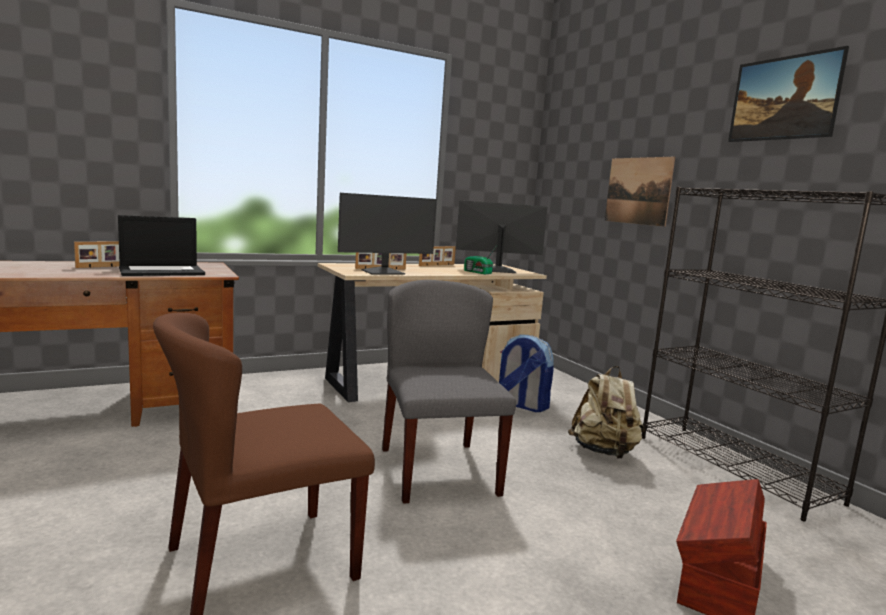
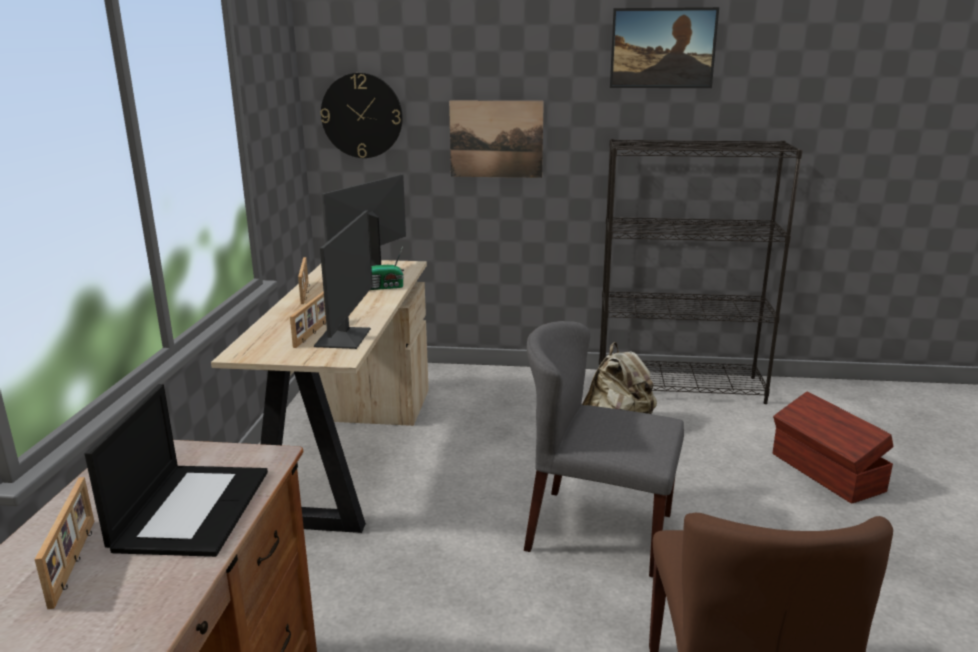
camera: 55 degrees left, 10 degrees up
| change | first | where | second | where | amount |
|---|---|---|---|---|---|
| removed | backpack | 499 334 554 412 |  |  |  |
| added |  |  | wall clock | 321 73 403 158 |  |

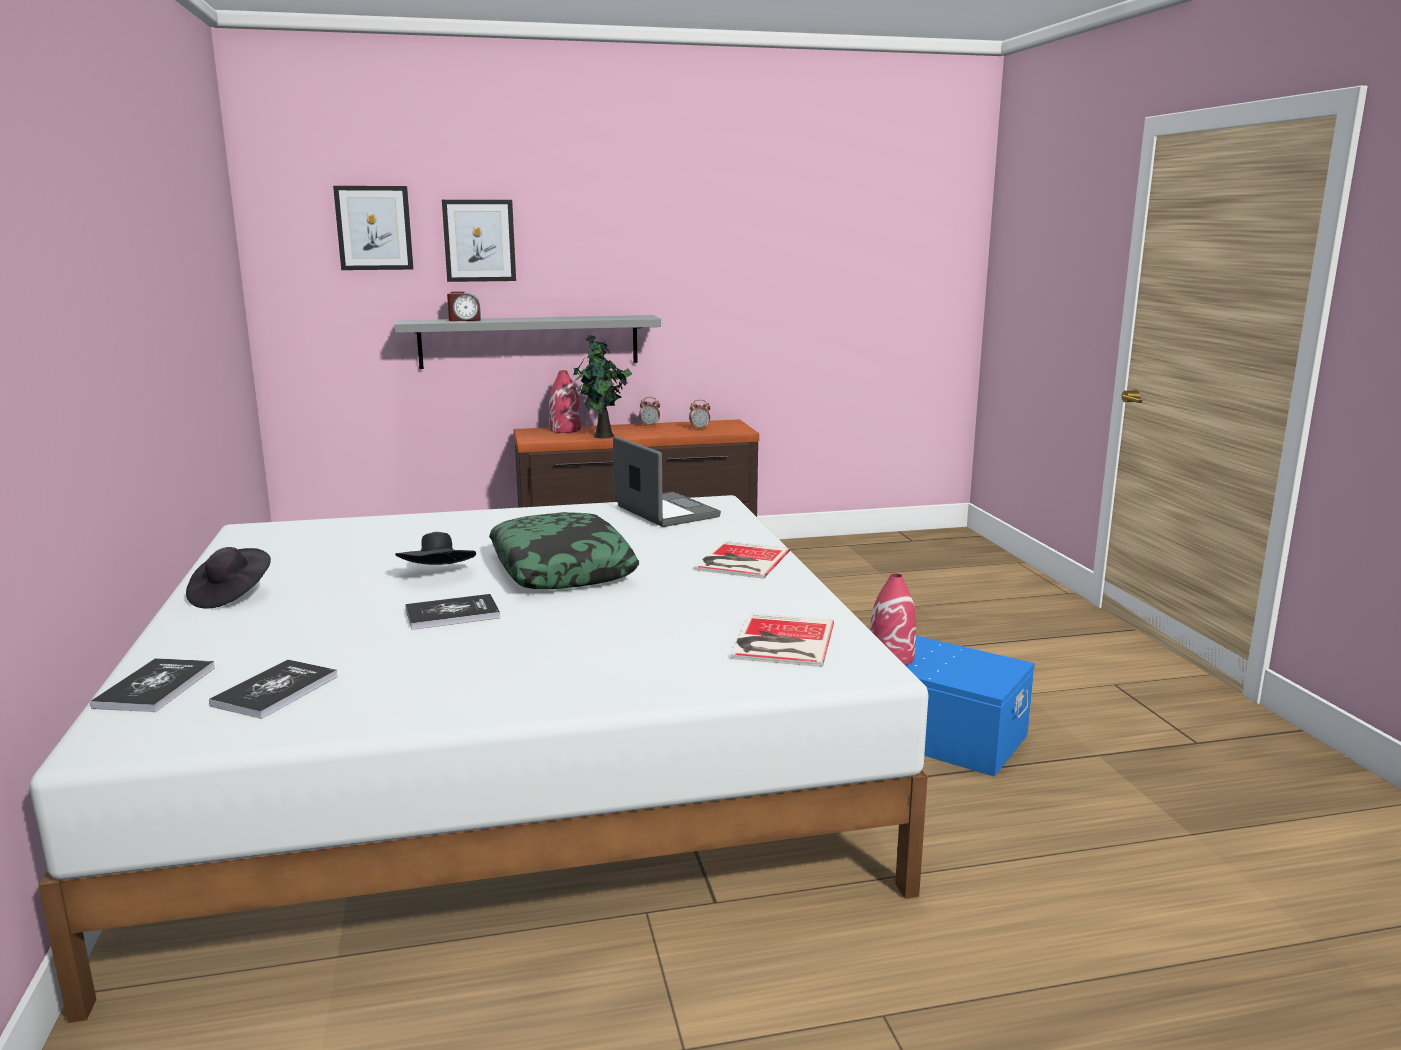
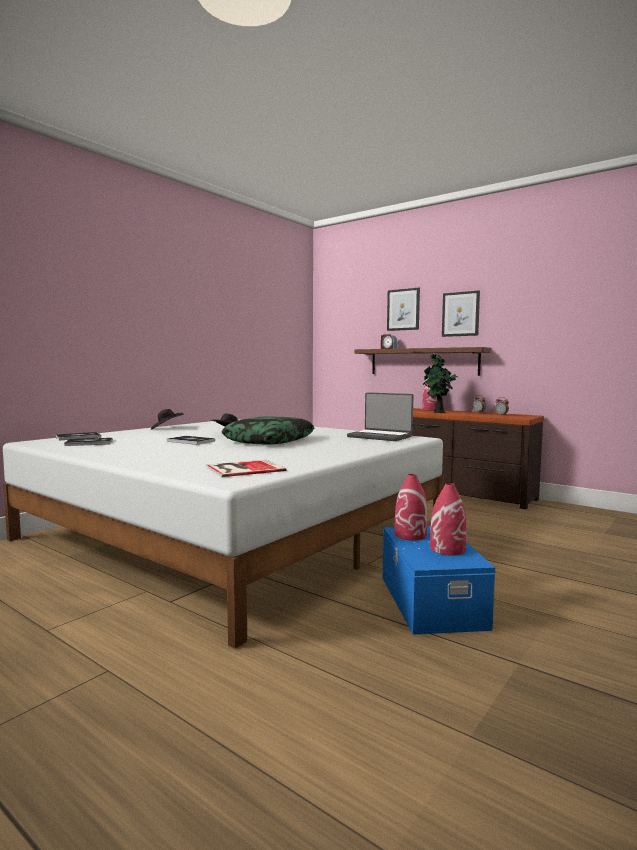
camera: 50 degrees right, 10 degrees down
| change | first | where | second | where | amount |
|---|---|---|---|---|---|
| removed | book | 694 541 790 579 |  |  |  |
| added |  |  | red vase | 430 483 466 555 |  |
| moved | picture | 333 186 413 270 |  | 442 290 480 337 |  |
| recoloured | grey shelf | 394 315 661 369 | brown shelf | 355 347 491 376 |  |
| turned | laptop | 613 436 721 527 |  | 347 392 414 441 | 105 degrees clockwise |

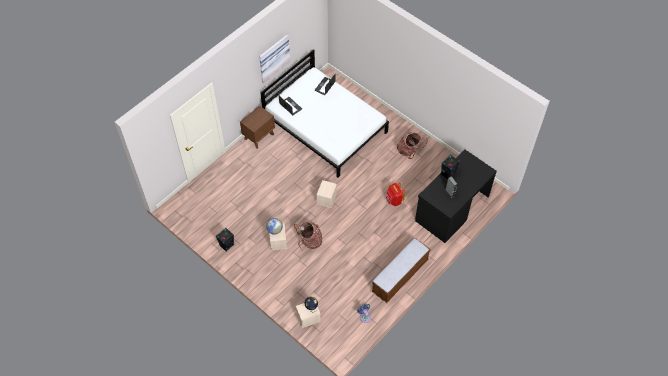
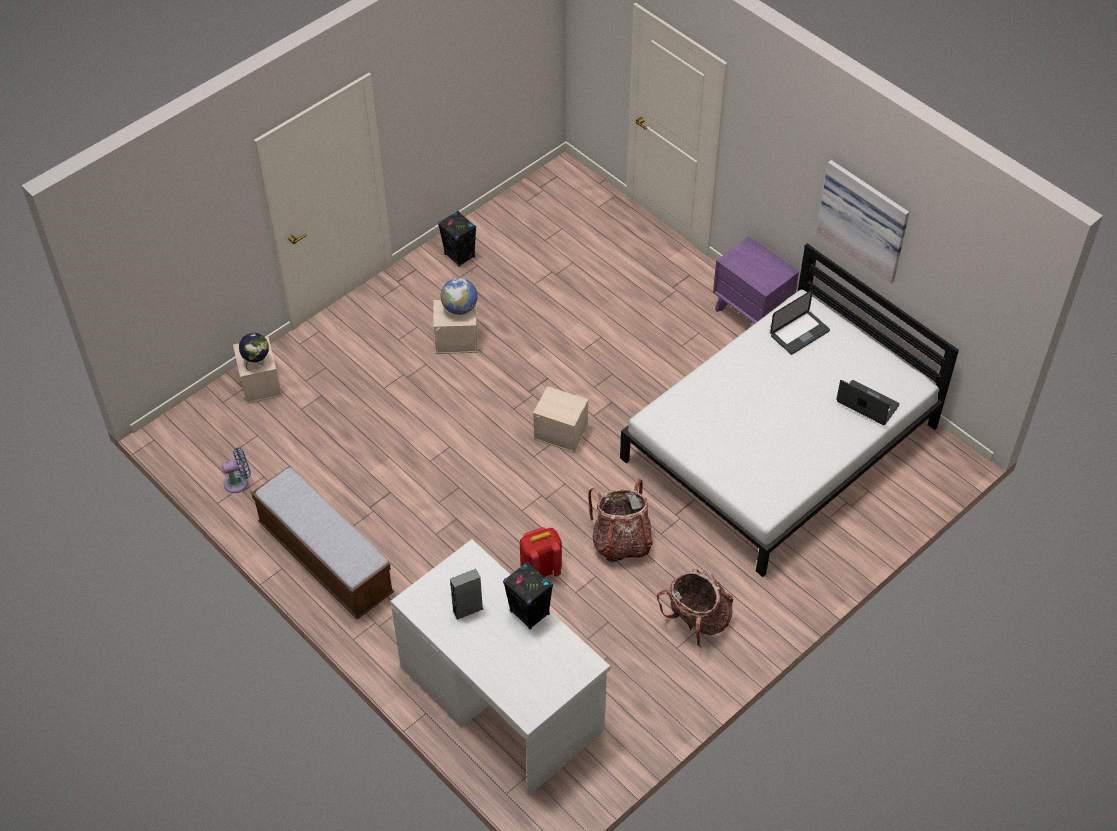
camera: 95 degrees right, 5 degrees down
| change | first | where | second | where | amount |
|---|---|---|---|---|---|
| moved | backpack | 294 222 322 251 |  | 588 479 653 563 |  |
| recoloured | brown nightstand | 240 105 275 149 | purple nightstand | 713 236 799 324 |  |
| recoloured | black desk | 415 149 497 243 | white desk | 390 539 610 795 |  |

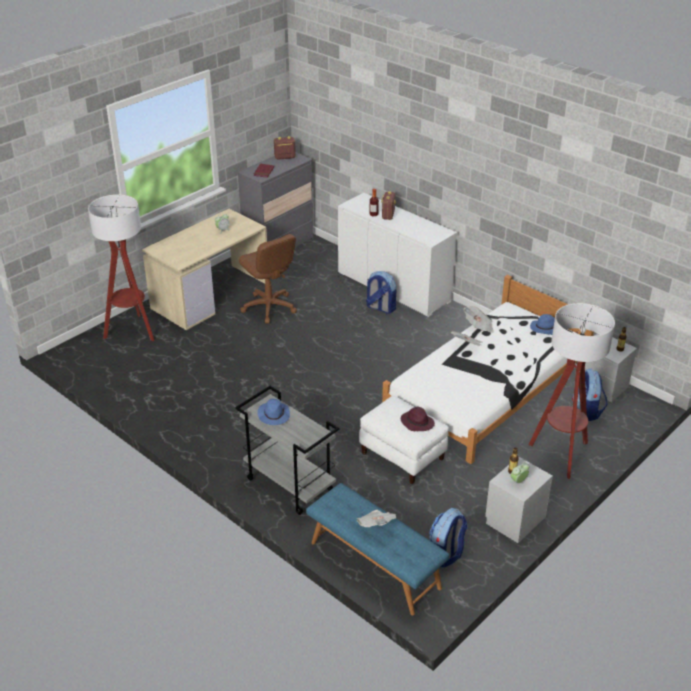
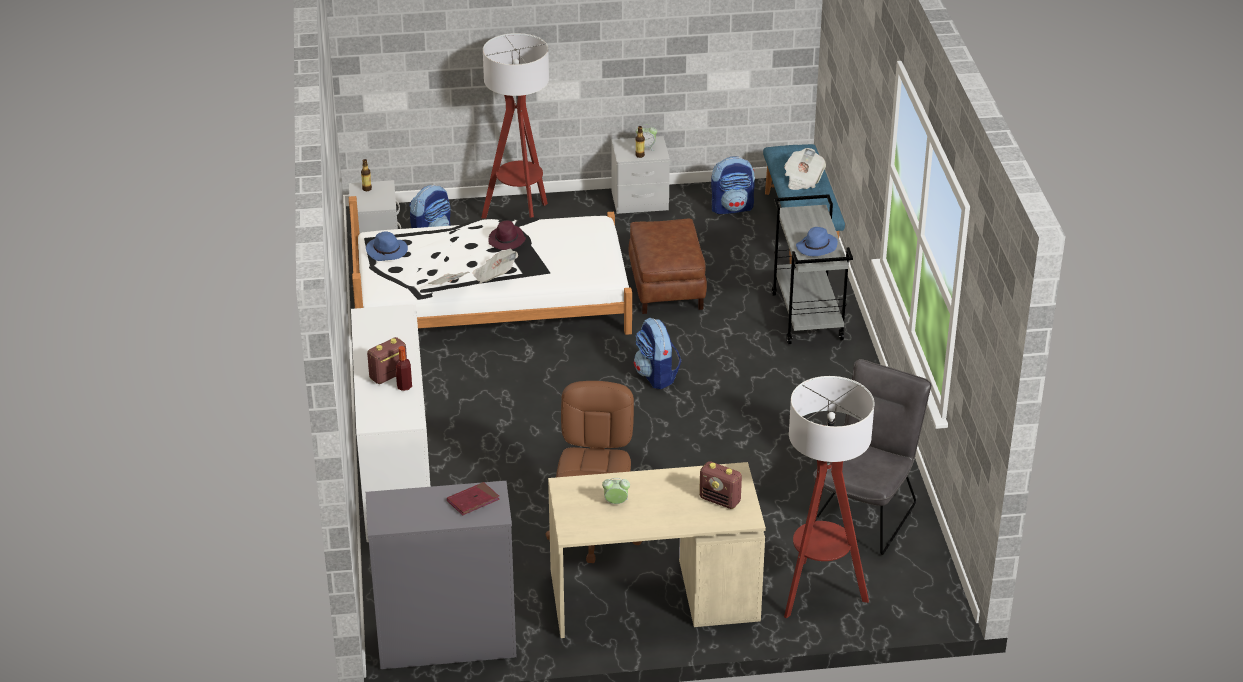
camera: 140 degrees left, 0 degrees up
| change | first | where | second | where | amount |
|---|---|---|---|---|---|
| added |  |  | grey chair | 813 359 932 555 |  |
| moved | radio | 274 136 296 160 |  | 699 461 742 509 |  |
| moved | backpack | 366 271 396 314 |  | 634 317 681 389 |  |
| moved | purple hat | 401 407 435 431 |  | 489 220 526 250 |  |
| recoloured | white ottoman | 359 396 449 484 | brown ottoman | 629 219 707 314 |  |

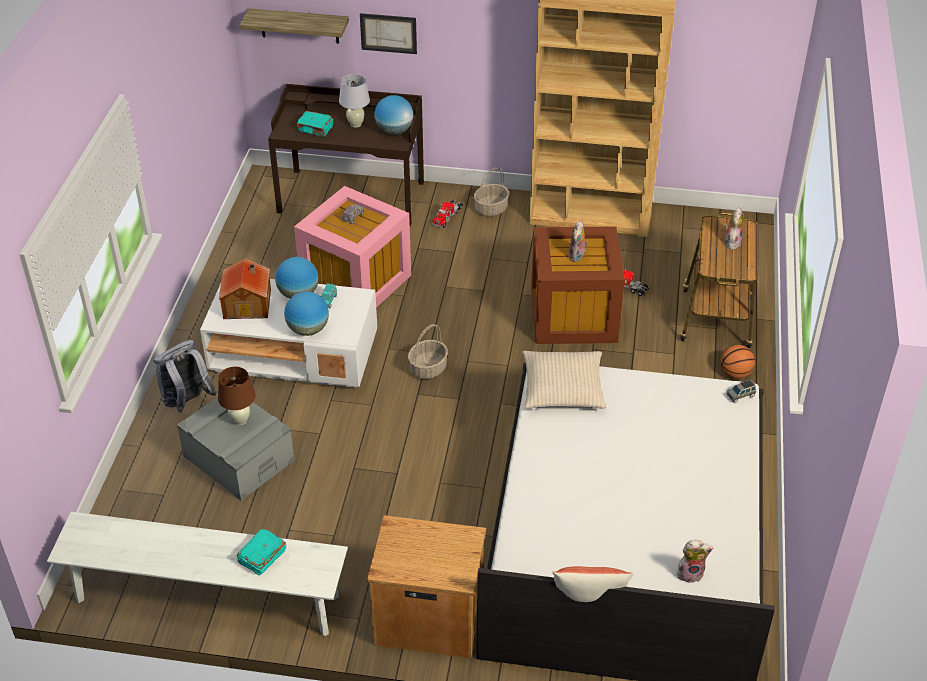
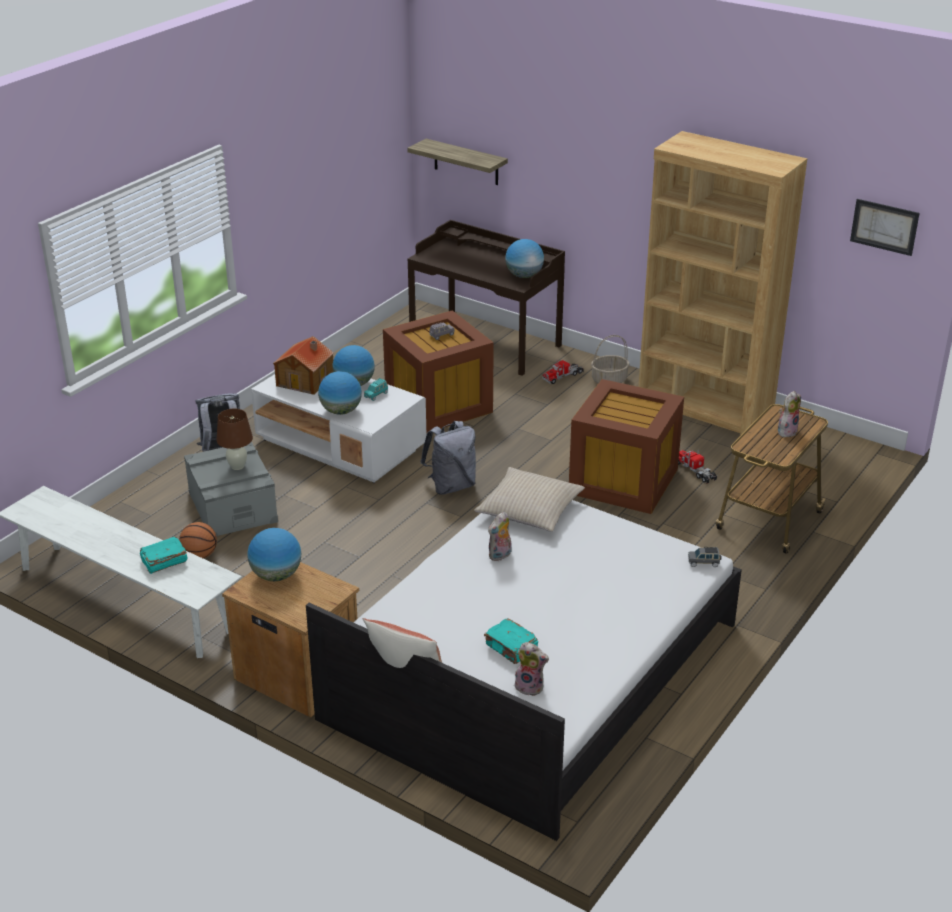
camera: 25 degrees right, 10 degrees down
| change | first | where | second | where | amount |
|---|---|---|---|---|---|
| removed | white table lamp | 339 74 370 128 |  |  |  |
| added |  |  | globe | 247 528 301 581 |  |
| moved | turquoise book | 296 111 333 137 |  | 484 618 538 664 |  |
| moved | picture | 360 13 417 54 |  | 850 199 920 256 |  |
| moved | plush toy | 568 221 588 262 |  | 488 512 512 561 |  |
| moved | basketball | 720 345 755 379 |  | 179 522 217 558 |  |
| replaced | basket | 408 324 448 379 | grey backpack | 420 421 476 495 |  |
| recoloured | pink storage box | 294 186 411 307 | brown storage box | 383 310 494 433 |  |

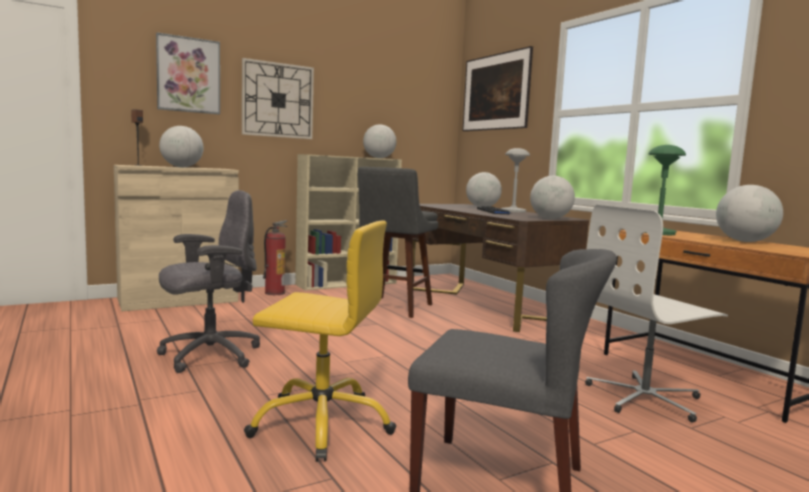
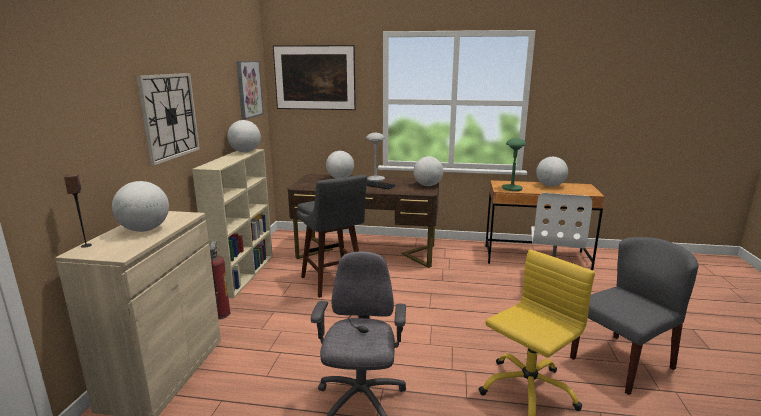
camera: 50 degrees left, 10 degrees up
| change | first | where | second | where | amount |
|---|---|---|---|---|---|
| moved | picture | 156 32 220 115 |  | 236 61 263 120 |  |

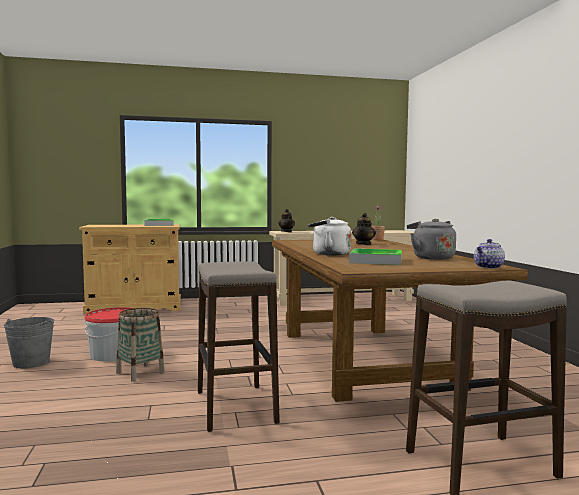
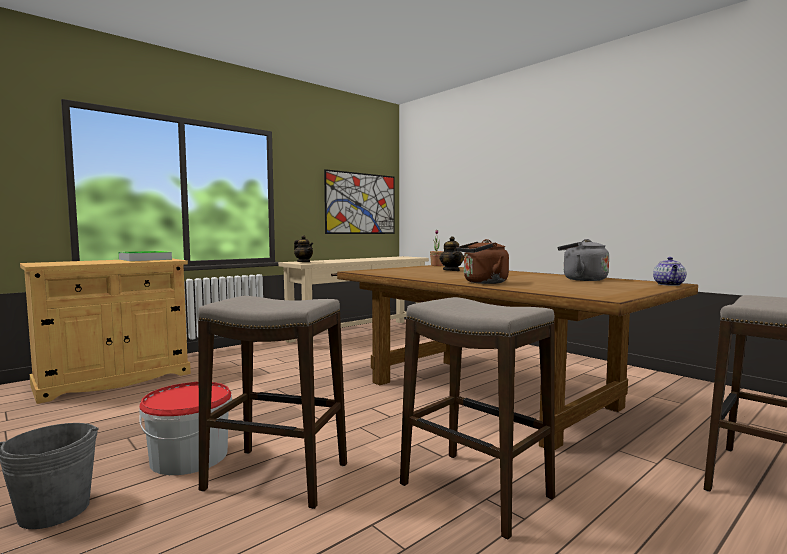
camera: 30 degrees left, 0 degrees up
| change | first | where | second | where | amount |
|---|---|---|---|---|---|
| removed | tray | 349 248 402 265 |  |  |  |
| added |  |  | picture | 324 169 394 234 |  |
| replaced | basket | 116 308 165 382 | stool | 198 296 347 509 |  |
| recoloured | white kettle | 308 217 351 255 | brown kettle | 456 239 509 284 |  |

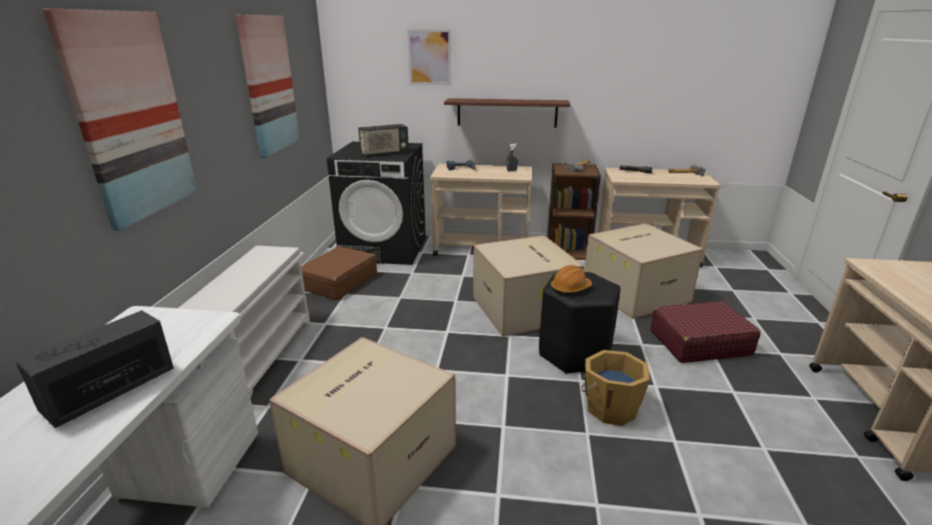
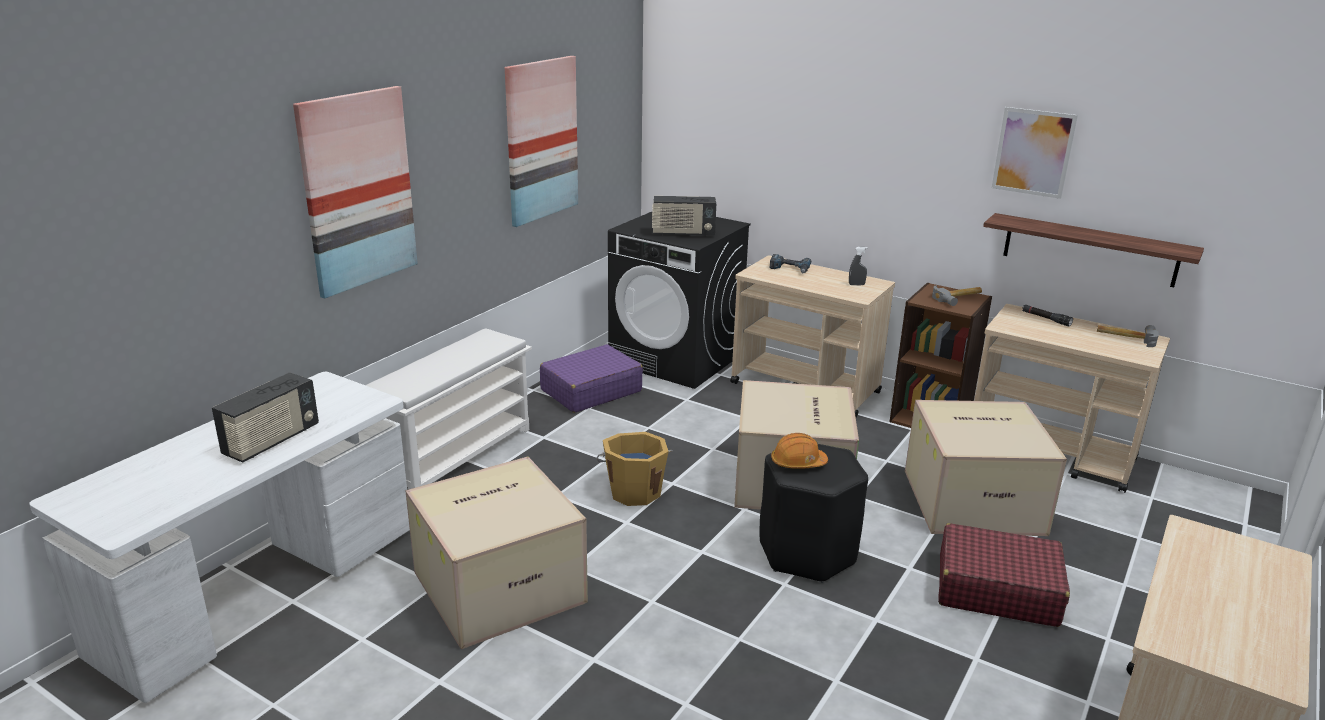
camera: 25 degrees right, 0 degrees up
| change | first | where | second | where | amount |
|---|---|---|---|---|---|
| moved | picture | 407 29 452 85 |  | 992 107 1078 199 |  |
| moved | shelf | 444 98 570 128 |  | 983 213 1204 287 |  |
| moved | orange bucket | 581 350 649 426 |  | 596 432 673 506 |  |
| recoloured | brown suitcase | 301 246 377 300 | purple suitcase | 540 344 643 413 |  |
| turned | radio | 16 310 174 428 |  | 212 373 319 463 | 150 degrees clockwise |

